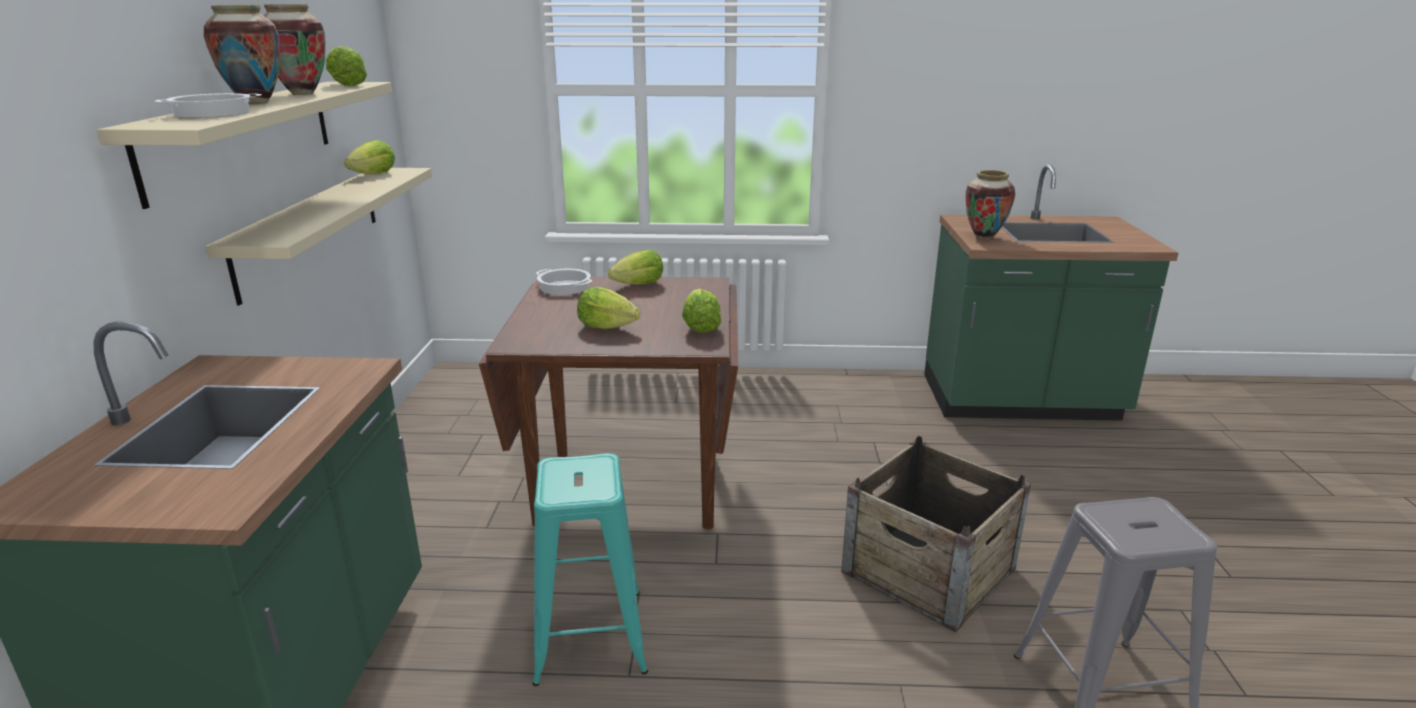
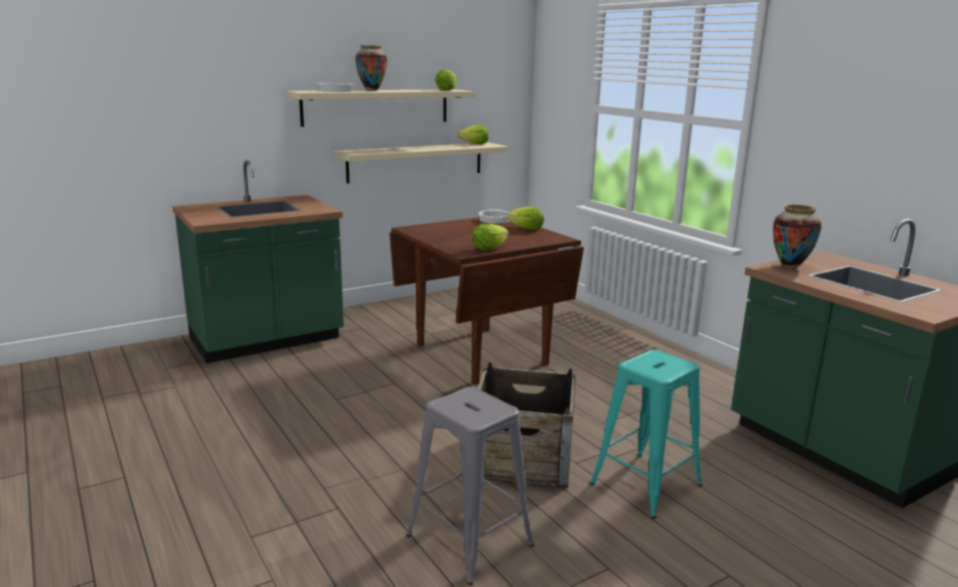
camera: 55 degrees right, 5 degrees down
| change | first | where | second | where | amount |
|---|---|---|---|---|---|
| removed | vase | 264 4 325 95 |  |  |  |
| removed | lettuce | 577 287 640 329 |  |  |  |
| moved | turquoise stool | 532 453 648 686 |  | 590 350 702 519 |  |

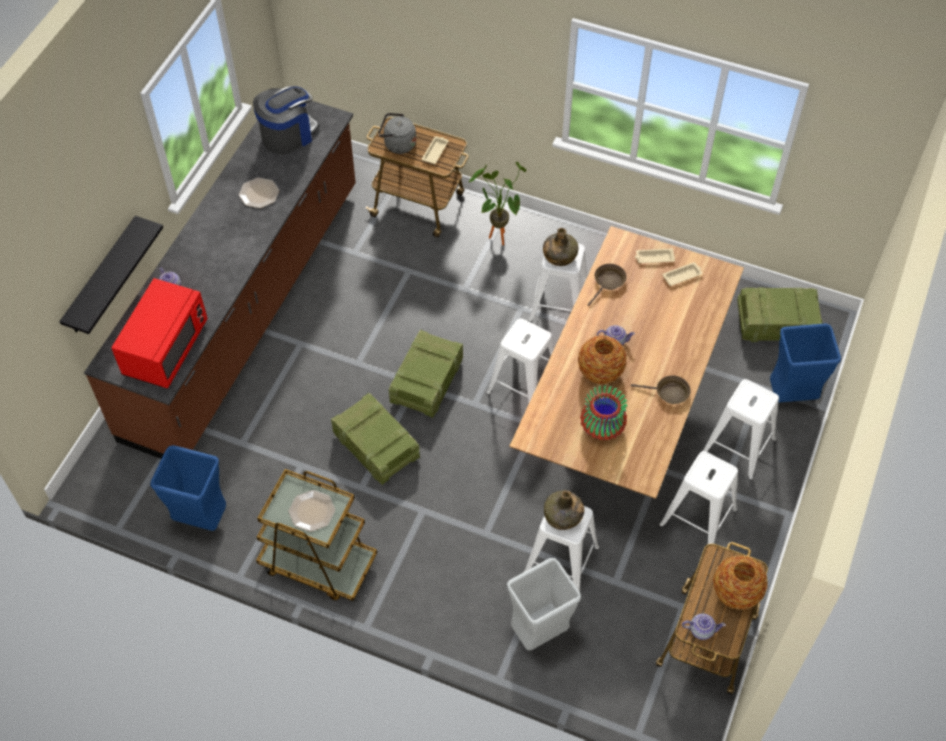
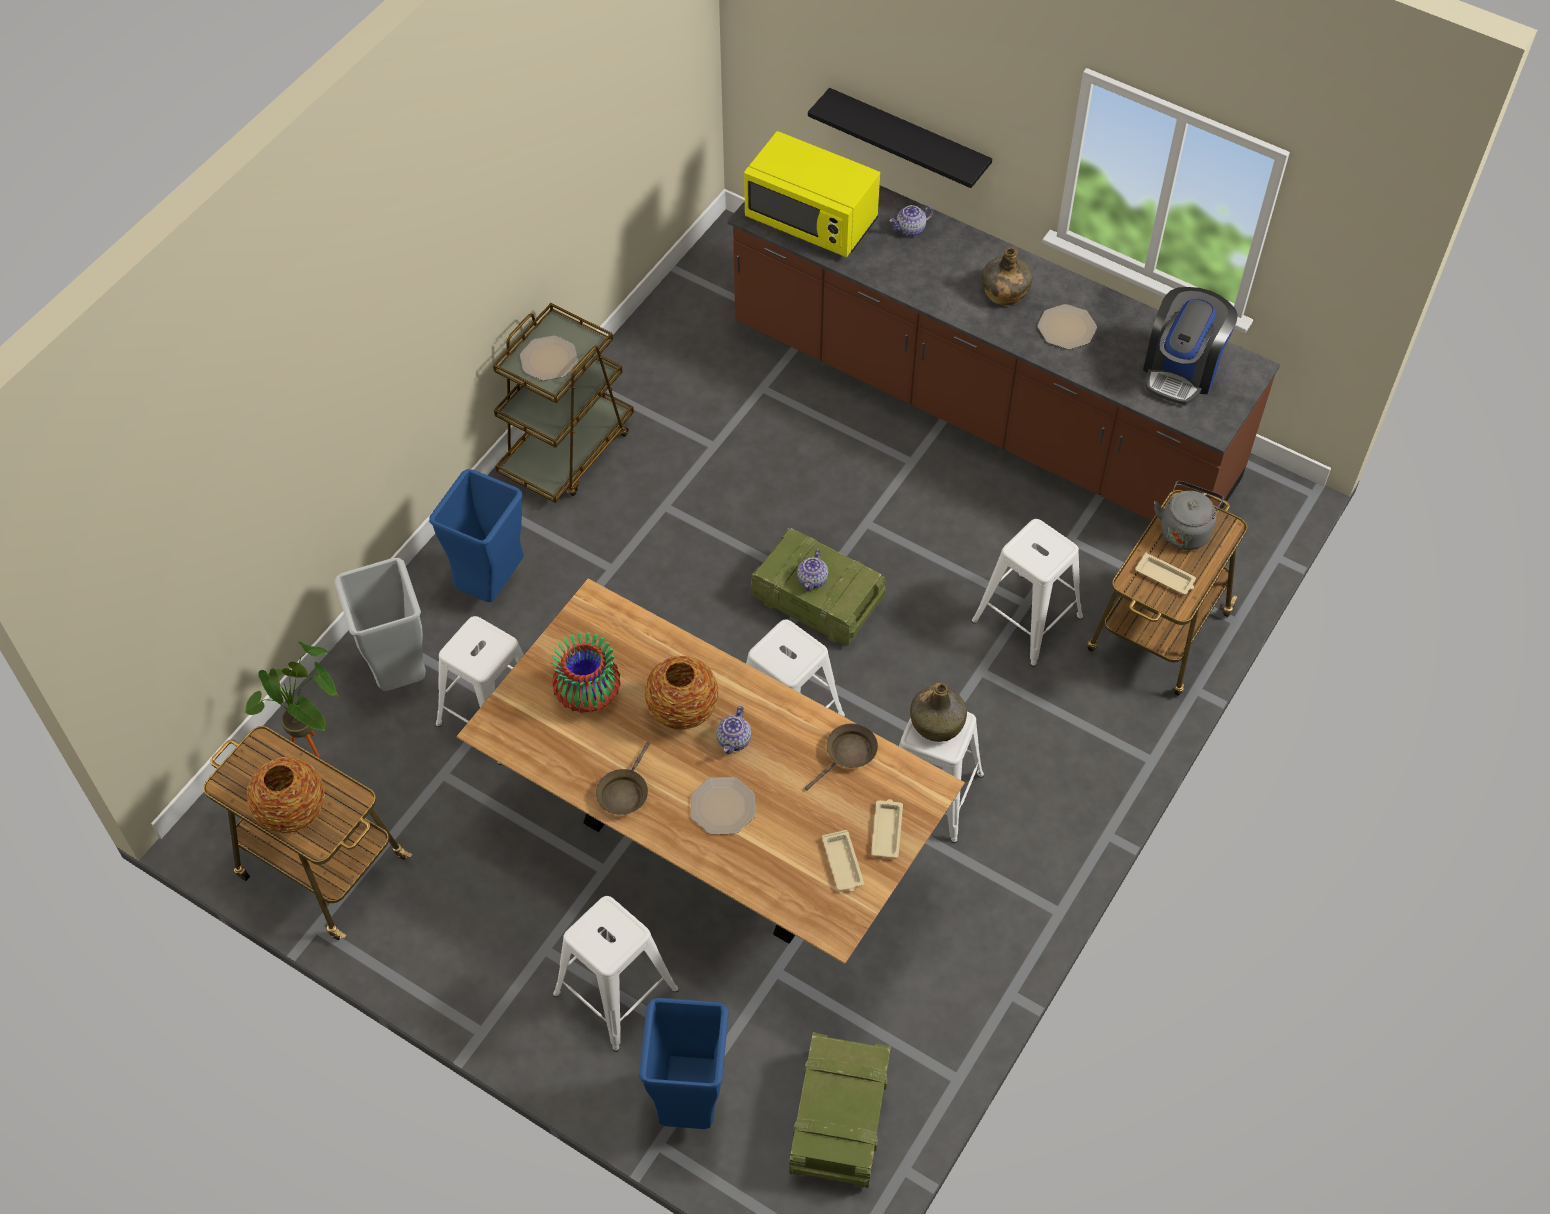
camera: 100 degrees right, 0 degrees up
| change | first | where | second | where | amount |
|---|---|---|---|---|---|
| removed | crate | 331 393 420 485 |  |  |  |
| added |  |  | plate | 691 777 755 834 |  |
| moved | blue trash can | 150 445 226 531 |  | 429 469 523 602 |  |
| moved | potted plant | 469 162 526 245 |  | 244 642 339 758 |  |
| moved | green bottle | 544 490 584 530 |  | 981 247 1032 305 |  |
| moved | white stool | 659 451 738 544 |  | 971 519 1083 667 |  |
| moved | teapot | 682 614 726 640 |  | 797 549 828 591 |  |
| recoloured | red microwave | 111 278 208 388 | yellow microwave | 744 131 880 257 |  |
| turned | coffee machine | 253 86 320 155 |  | 1143 287 1238 405 | 60 degrees clockwise |
| turned | brown frying pan | 587 264 627 306 |  | 805 723 878 790 | 90 degrees counterclockwise |

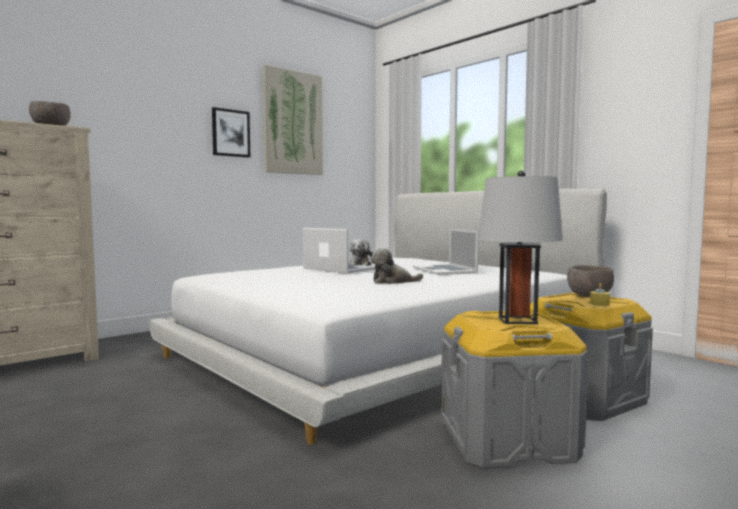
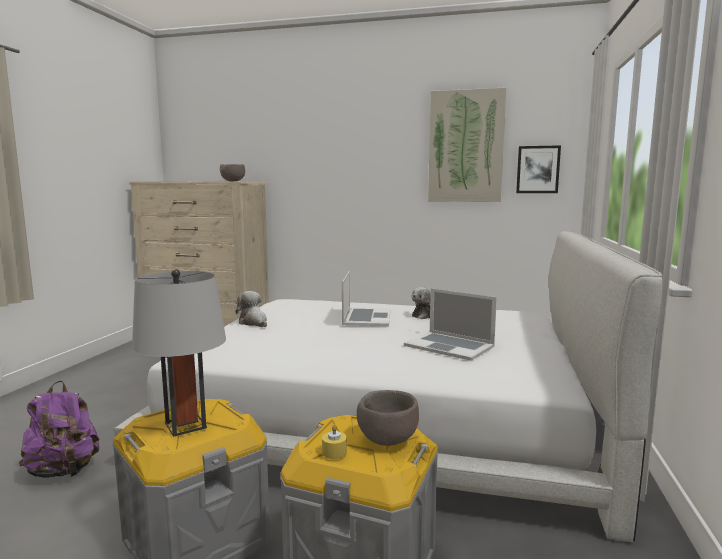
camera: 55 degrees right, 5 degrees up
| change | first | where | second | where | amount |
|---|---|---|---|---|---|
| added |  |  | purple backpack | 19 381 99 478 |  |
| moved | picture | 212 107 250 158 |  | 516 145 561 193 |  |
| moved | plush toy | 370 247 423 284 |  | 235 291 267 327 |  |
| turned | laptop | 413 228 479 275 |  | 404 289 497 361 | 90 degrees counterclockwise |

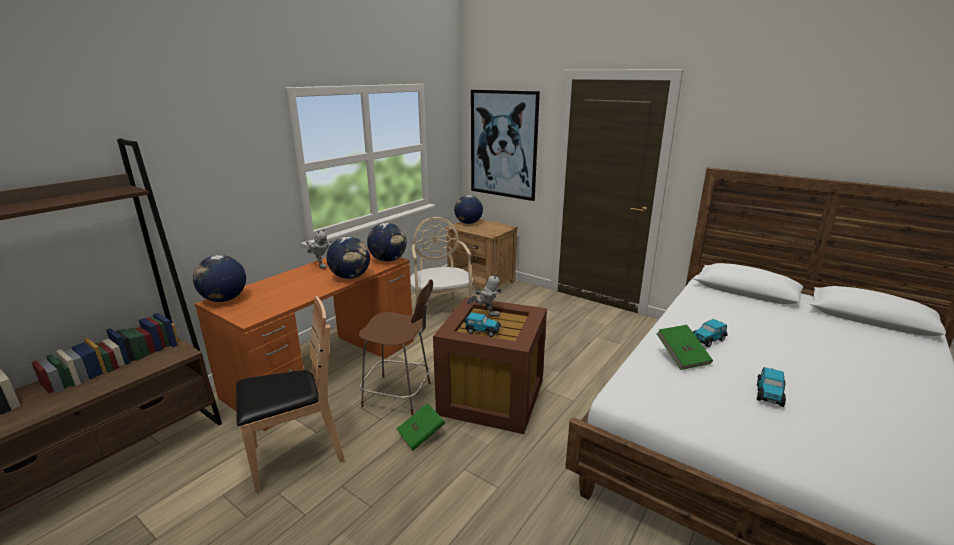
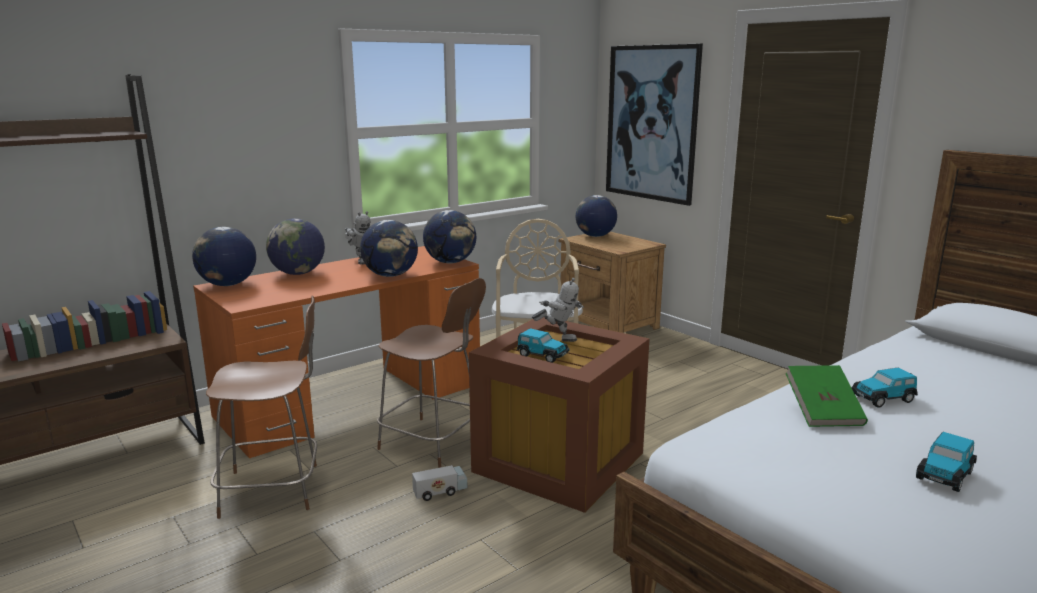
camera: 15 degrees right, 5 degrees down
| change | first | where | second | where | amount |
|---|---|---|---|---|---|
| added |  |  | globe | 266 218 325 275 |  |
| replaced | brown chair | 236 296 345 492 | brown stool | 206 296 317 519 |  |
| replaced | green book | 396 403 445 451 | toy truck | 412 465 468 501 |  |

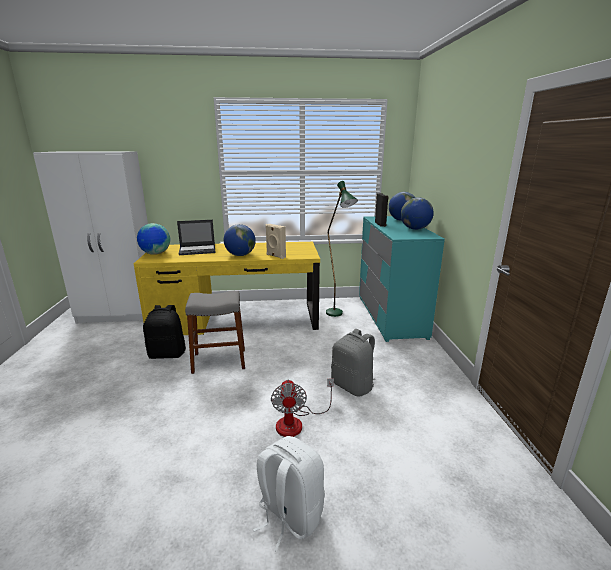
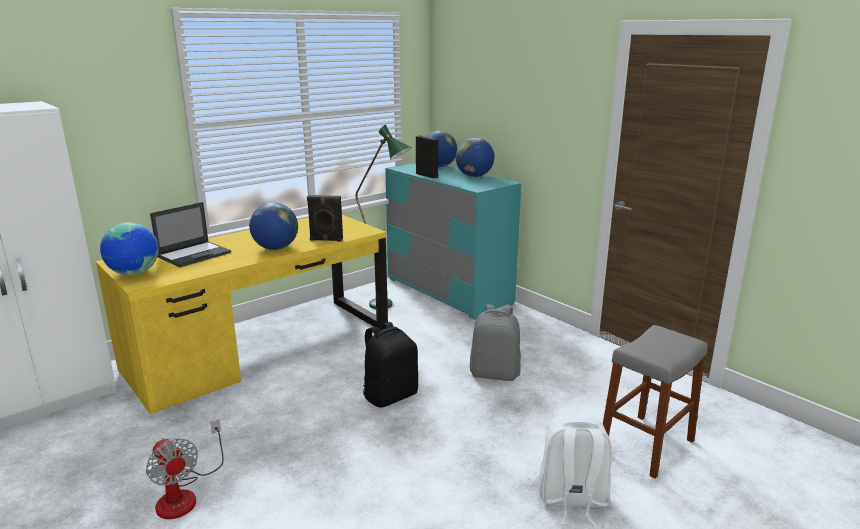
camera: 35 degrees left, 0 degrees up
| change | first | where | second | where | amount |
|---|---|---|---|---|---|
| moved | black backpack | 143 305 186 359 |  | 363 322 418 408 |  |
| moved | grey stool | 185 290 245 374 |  | 603 325 708 478 |  |
| moved | fan | 271 378 334 437 |  | 146 419 224 519 |  |
| recoloured | beige speaker | 265 224 286 259 | black speaker | 307 195 343 242 |  |

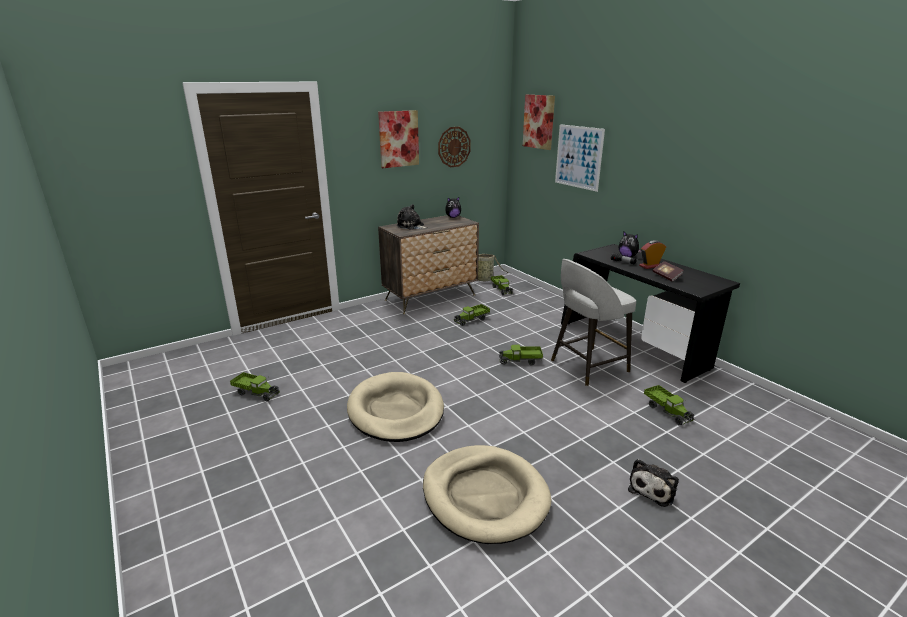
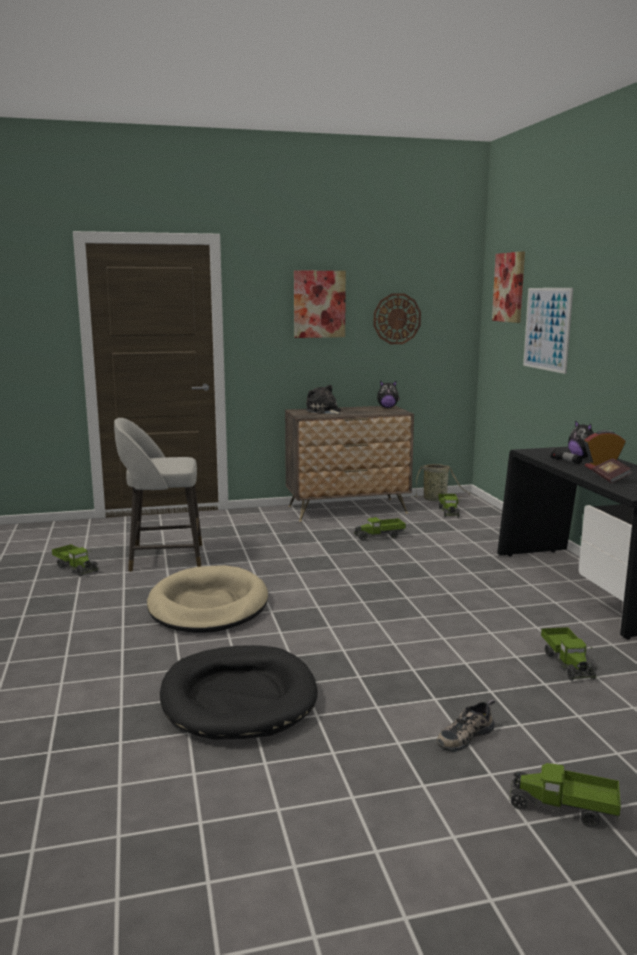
camera: 20 degrees right, 10 degrees down
| change | first | where | second | where | amount |
|---|---|---|---|---|---|
| moved | toy truck | 499 344 543 365 |  | 509 763 621 828 |  |
| moved | grey stool | 551 259 636 386 |  | 114 418 202 572 |  |
| replaced | plush toy | 628 459 679 507 | shoe | 437 700 495 752 |  |
| recoloured | beige dog bed | 423 445 552 544 | black dog bed | 160 645 318 739 |  |

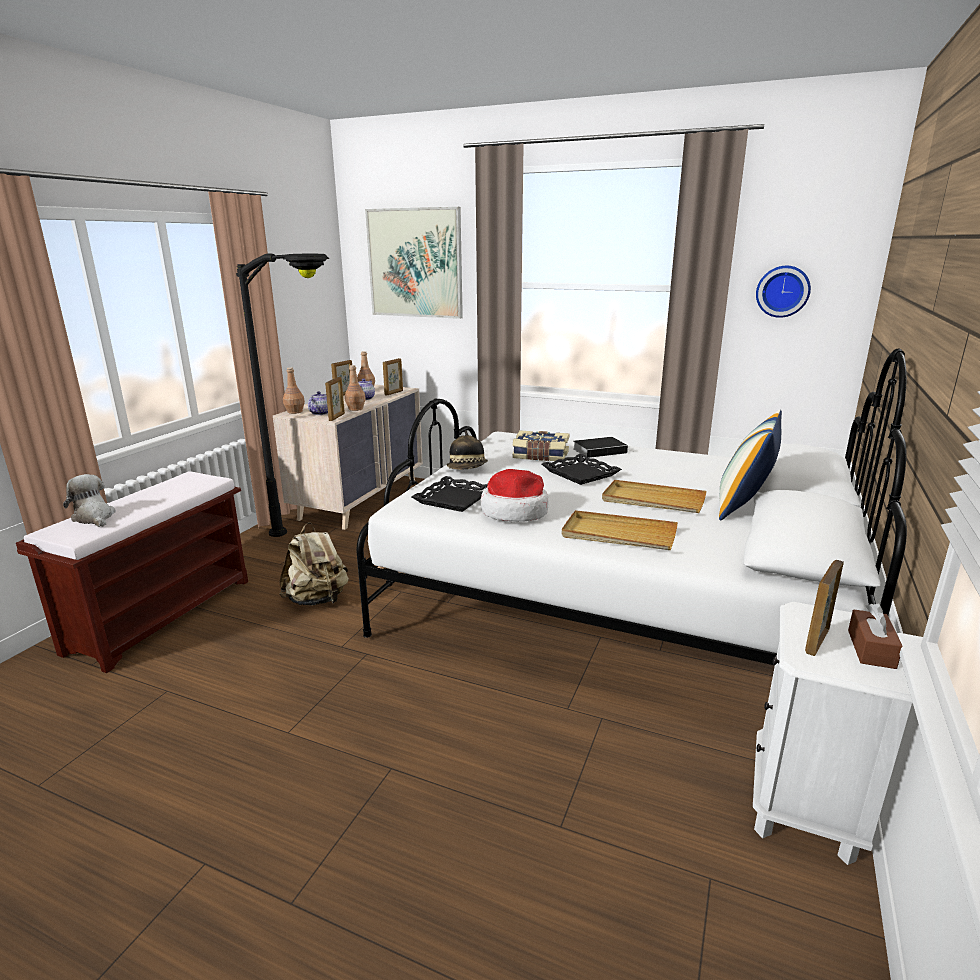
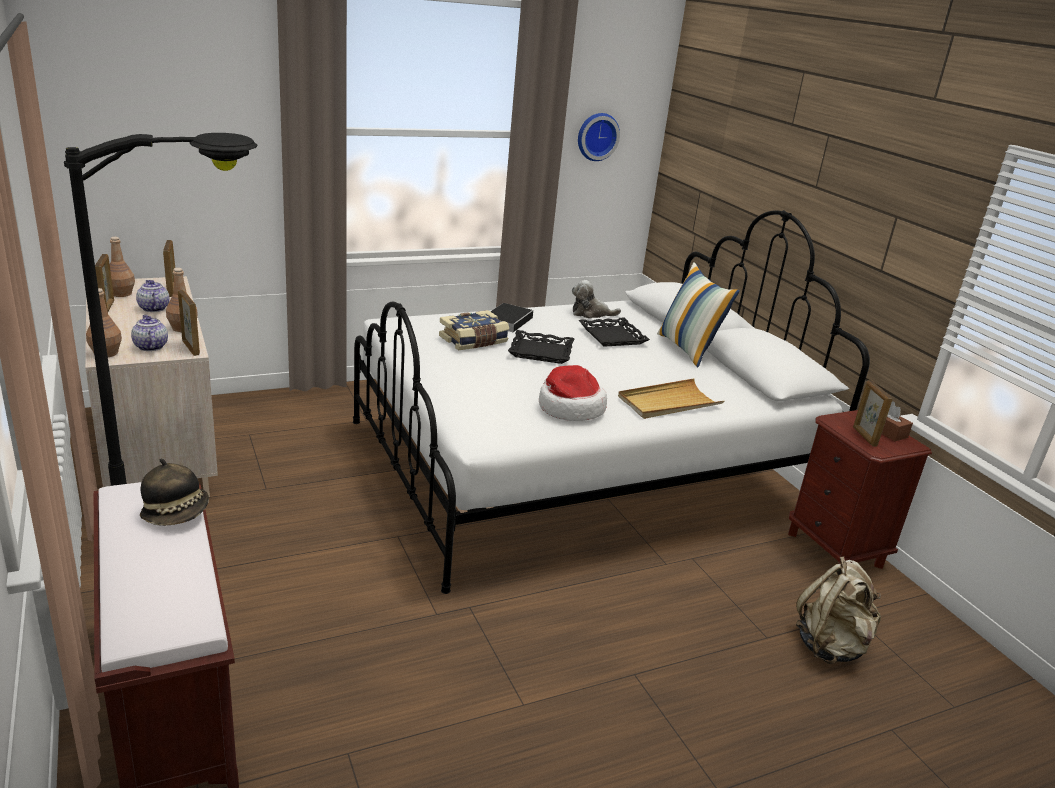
camera: 50 degrees left, 5 degrees up
| change | first | where | second | where | amount |
|---|---|---|---|---|---|
| removed | picture | 365 207 463 319 |  |  |  |
| removed | beige tray | 602 480 707 513 |  |  |  |
| moved | plush toy | 63 474 116 527 |  | 572 280 621 319 |  |
| moved | beige backpack | 279 522 349 606 |  | 796 556 881 664 |  |
| moved | black tray | 412 476 488 512 |  | 579 318 650 347 |  |
| moved | hat | 447 431 488 469 |  | 140 458 209 526 |  |
| recoloured | white nightstand | 753 602 913 865 | brown nightstand | 788 410 932 569 |  |

